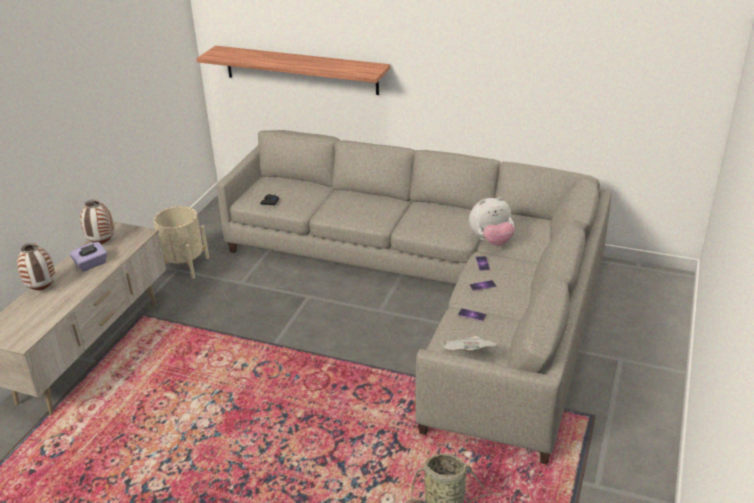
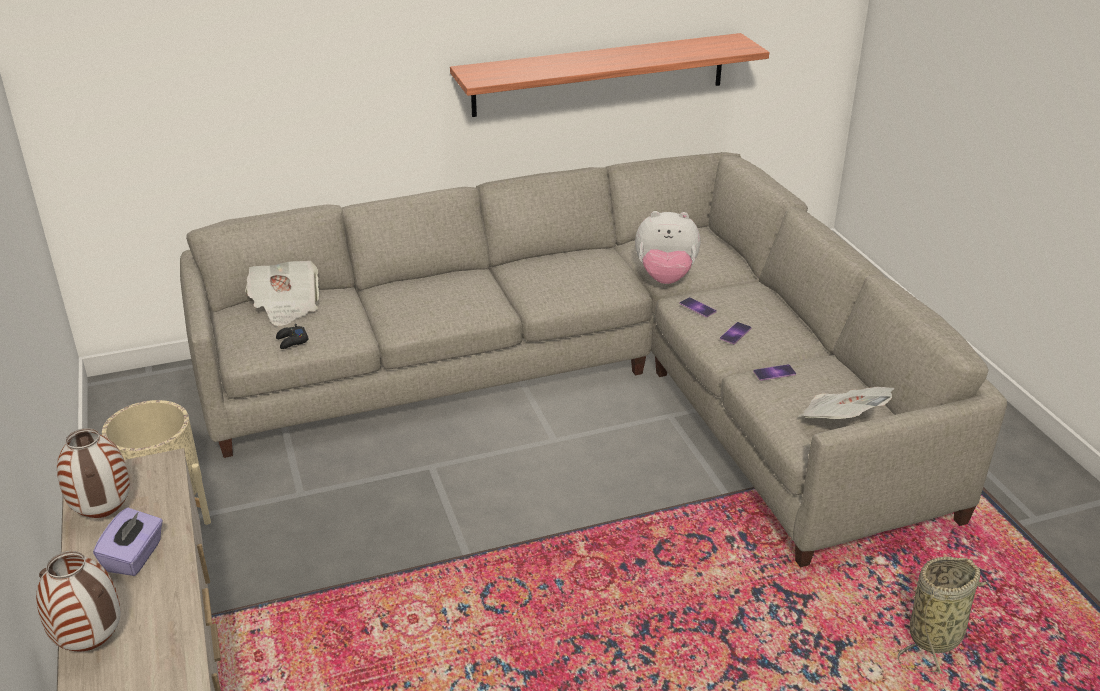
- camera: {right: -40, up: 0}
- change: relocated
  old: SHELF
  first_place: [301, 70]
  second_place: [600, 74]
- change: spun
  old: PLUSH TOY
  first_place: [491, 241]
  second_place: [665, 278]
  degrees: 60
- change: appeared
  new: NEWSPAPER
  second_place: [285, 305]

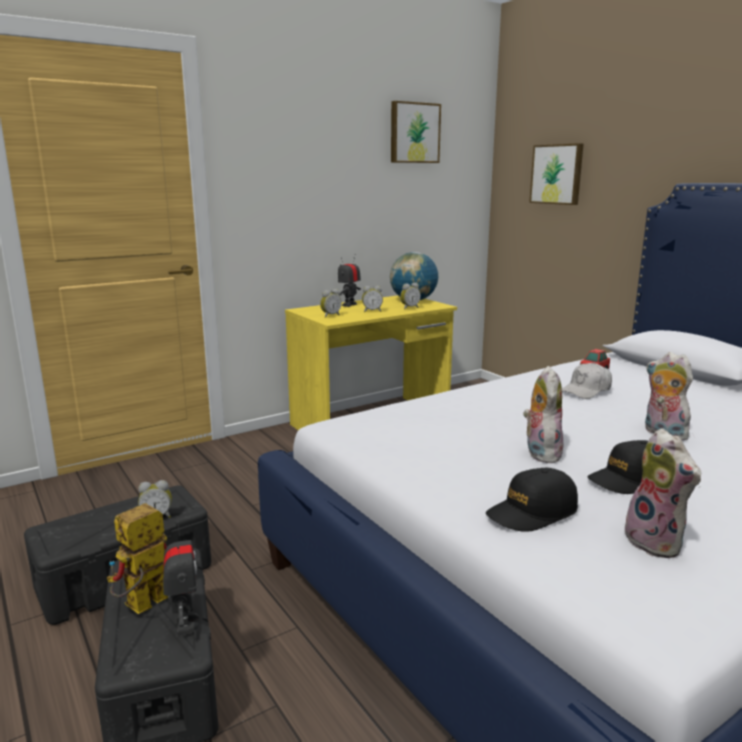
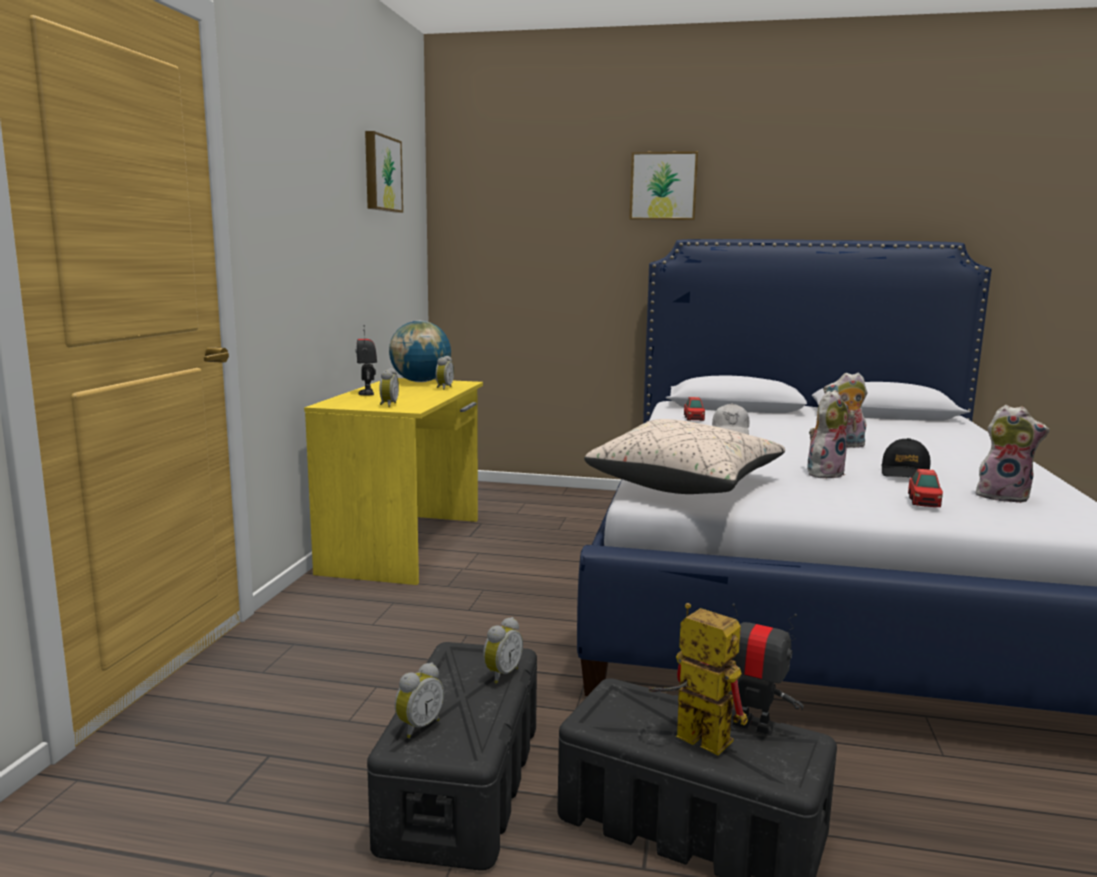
- camera: {right: -45, up: -5}
- change: spun
  old: TOY ROBOT
  first_place: [142, 607]
  second_place: [690, 737]
  degrees: 135
- change: relocated
  old: ALARM CLOCK
  first_place: [372, 311]
  second_place: [418, 726]
- change: exchanged
  old: BLACK CAP
  new: TOY CAR
  first_place: [532, 512]
  second_place: [924, 503]
- change: spun
  old: PLUSH TOY
  first_place: [540, 453]
  second_place: [824, 473]
  degrees: 90
- change: relocated
  old: PICTURE
  first_place: [557, 174]
  second_place: [663, 186]
- change: appeared
  new: BEIGE PILLOW
  second_place: [685, 485]

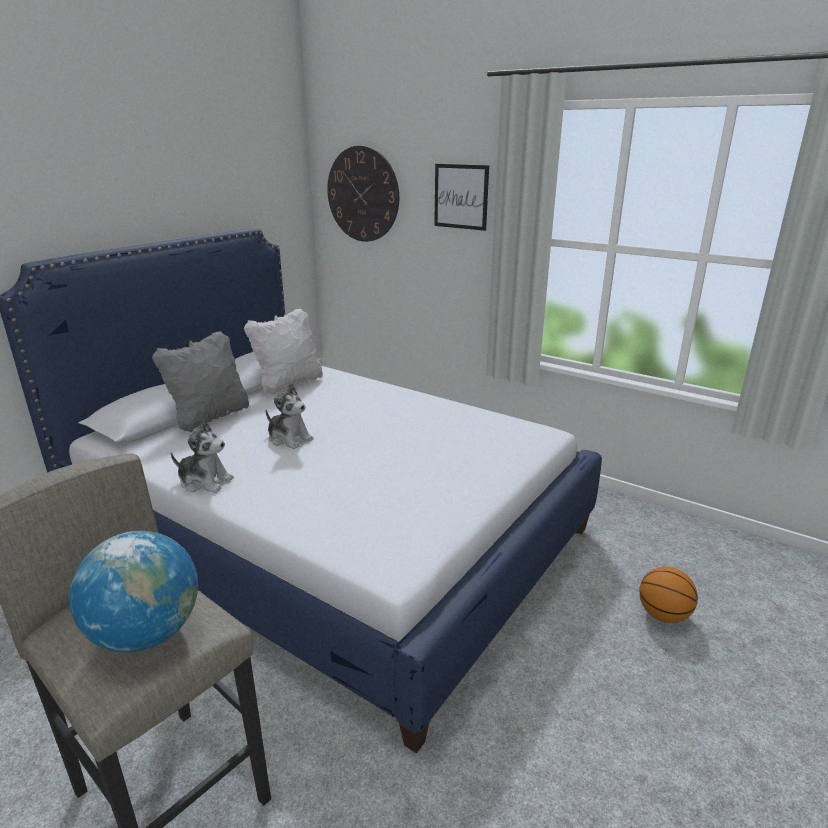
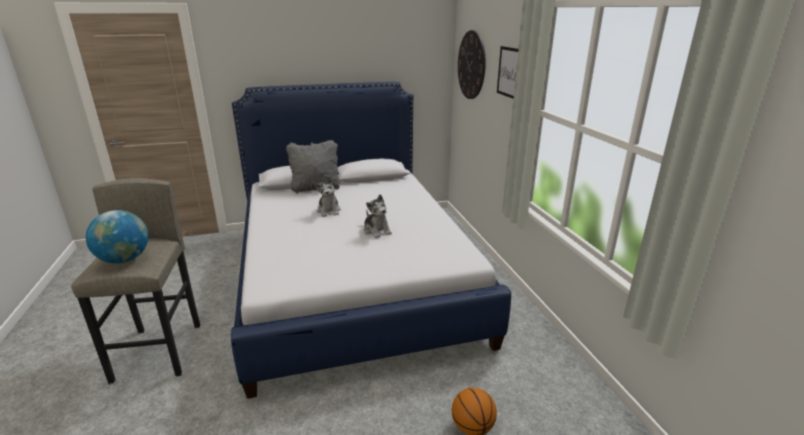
- camera: {right: 40, up: 0}
- change: relocated
  old: PLUSH TOY
  first_place: [205, 481]
  second_place: [377, 231]
- change: missing
  old: WHITE PILLOW
  first_place: [289, 384]

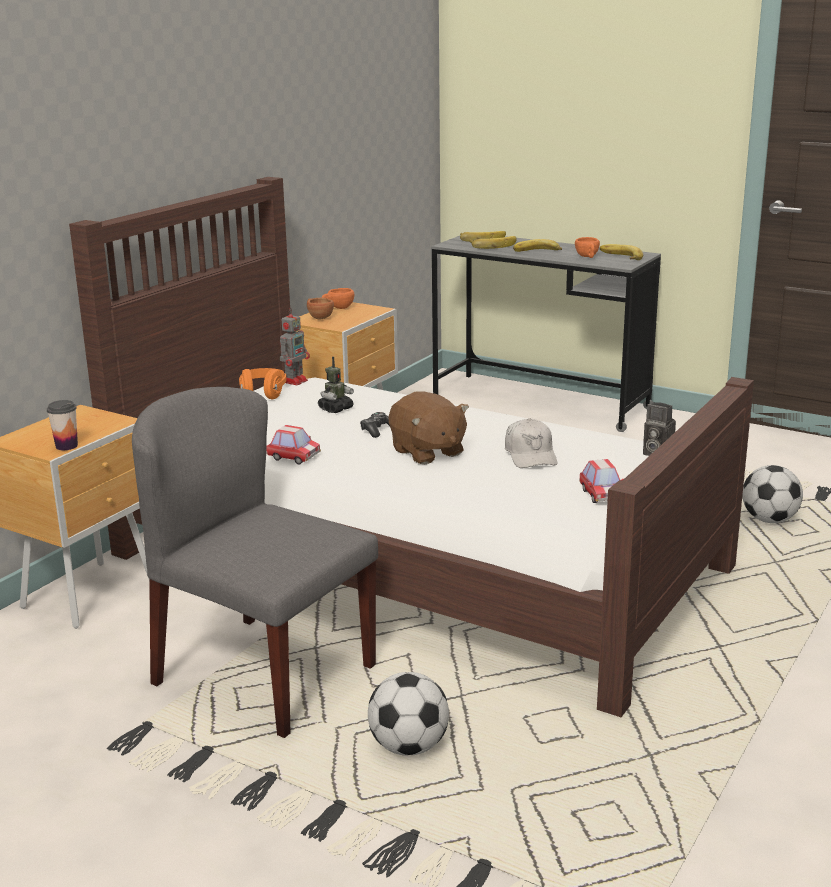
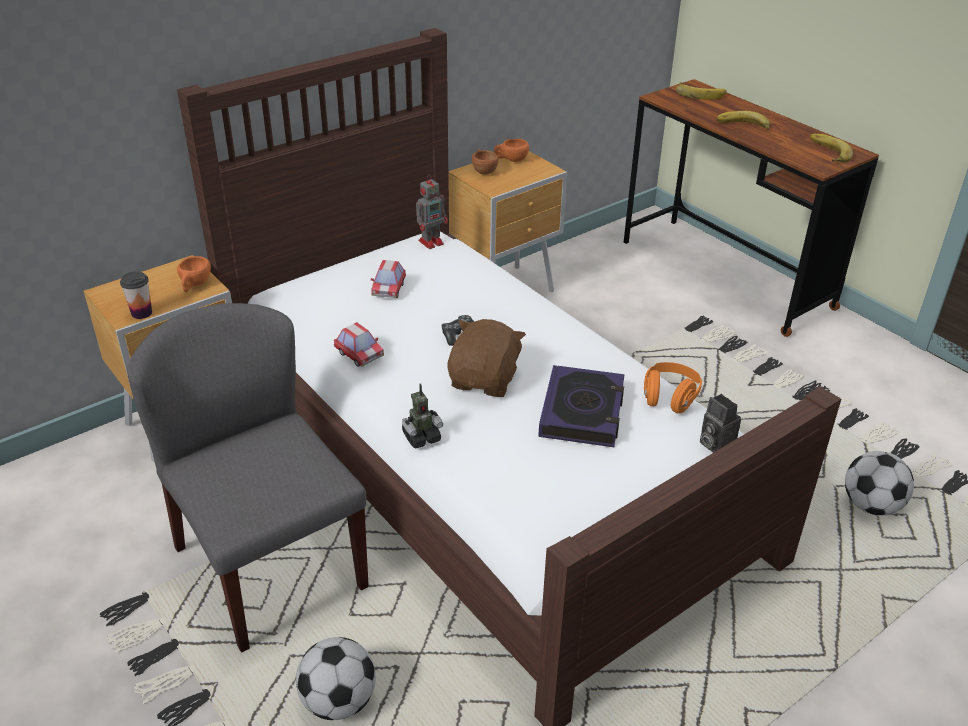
- camera: {right: 20, up: 15}
- change: relocated
  old: ORANGE HEADPHONES
  first_place: [263, 394]
  second_place: [669, 398]
- change: relocated
  old: TOY ROBOT
  first_place: [335, 409]
  second_place: [421, 437]
- change: spun
  old: BROWN PLUSH TOY
  first_place: [427, 452]
  second_place: [485, 380]
  degrees: -150
- change: colour
  old: GREY DESK
  new: BROWN DESK
  first_place: [540, 402]
  second_place: [725, 274]
- change: missing
  old: BANANA
  first_place: [493, 245]
- change: exchanged
  old: WHITE CAP
  new: BOOK
  first_place: [530, 455]
  second_place: [582, 412]
- change: relocated
  old: ORANGE CUP
  first_place: [587, 257]
  second_place: [194, 285]
- change: relocated
  old: TOY CAR
  first_place: [601, 495]
  second_place: [389, 289]

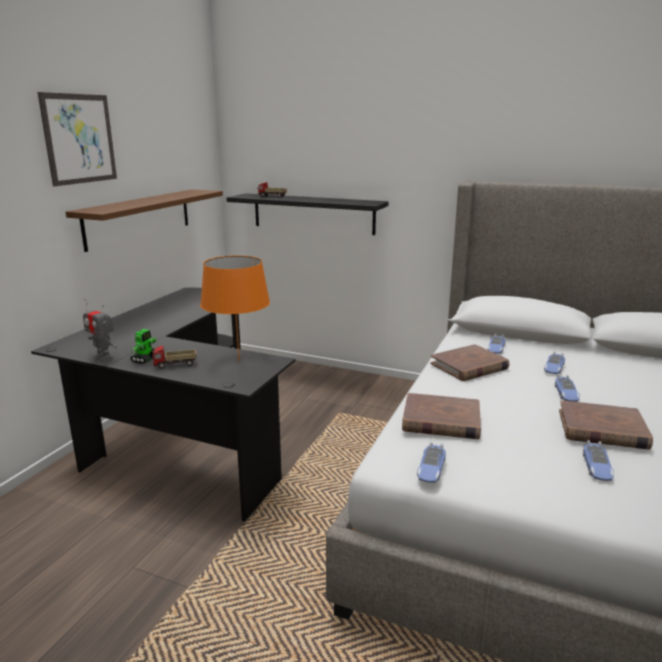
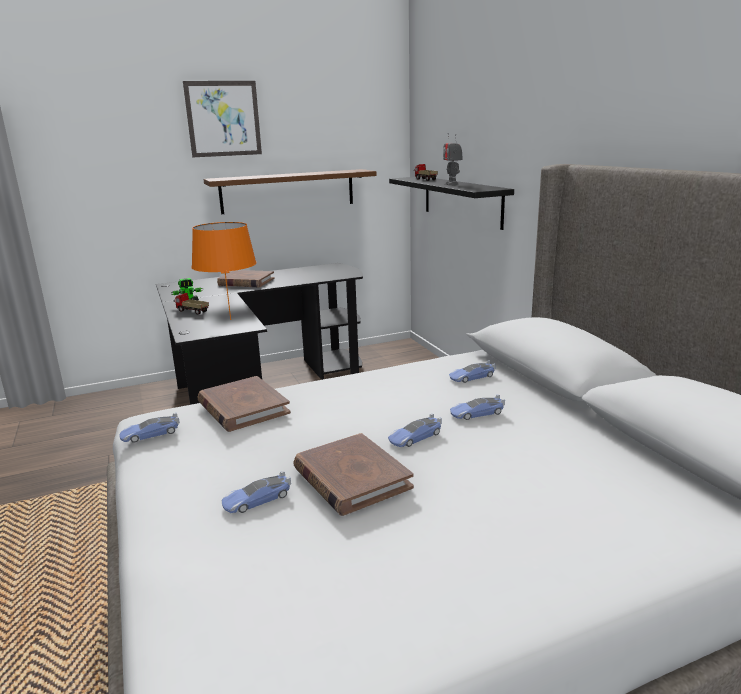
- camera: {right: 45, up: 0}
- change: relocated
  old: TOY ROBOT
  first_place: [103, 358]
  second_place: [452, 184]
- change: relocated
  old: BROWN BOOK
  first_place: [469, 366]
  second_place: [246, 282]

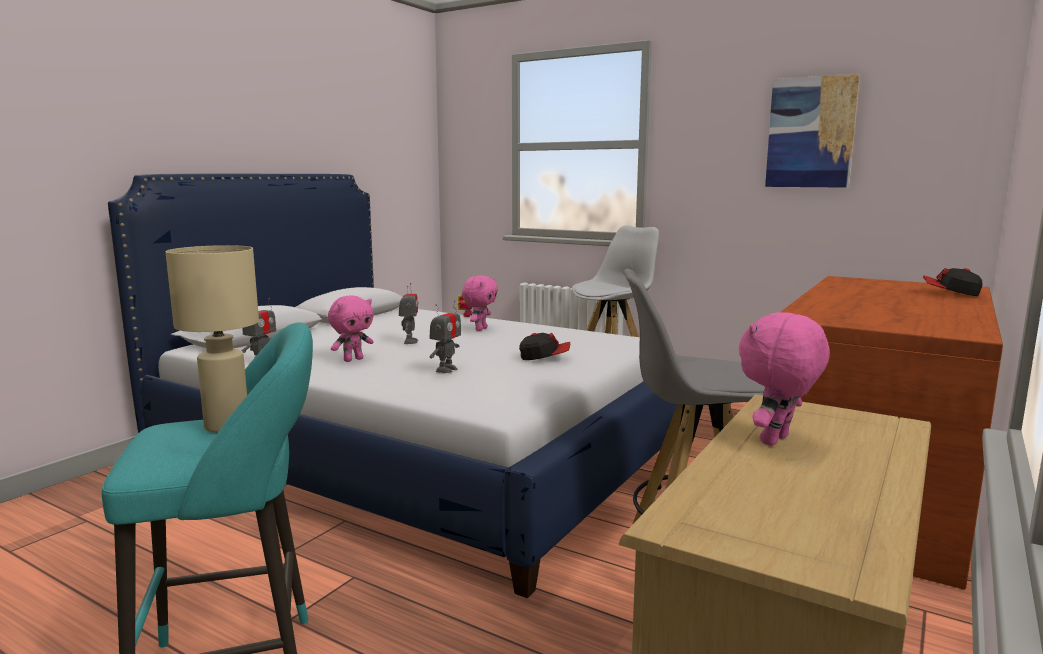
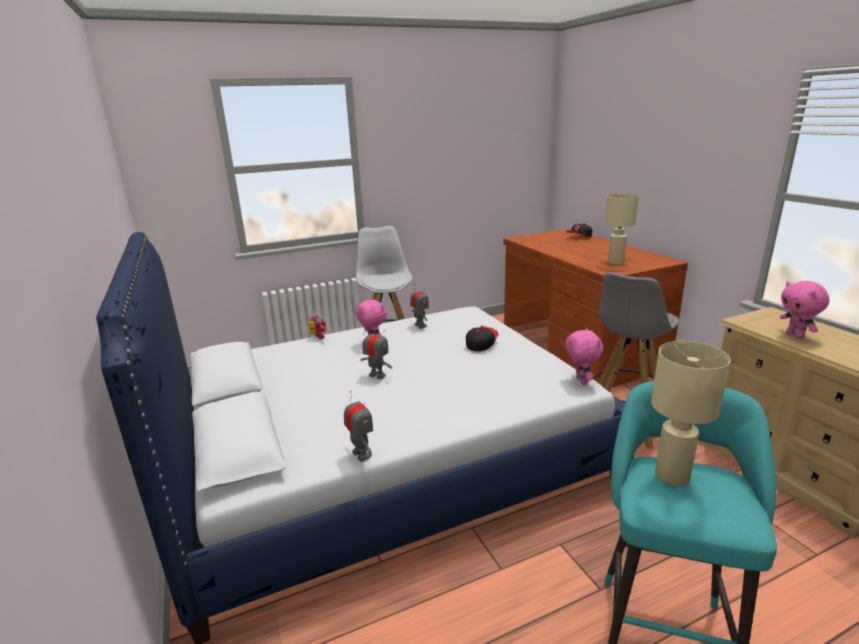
- camera: {right: -55, up: 10}
- change: relocated
  old: PINK PLUSH TOY
  first_place: [353, 359]
  second_place: [580, 381]
- change: relocated
  old: TOY ROBOT
  first_place: [446, 369]
  second_place: [420, 325]
- change: missing
  old: PICTURE
  first_place: [811, 132]
- change: appeared
  new: BEIGE TABLE LAMP
  second_place: [615, 262]

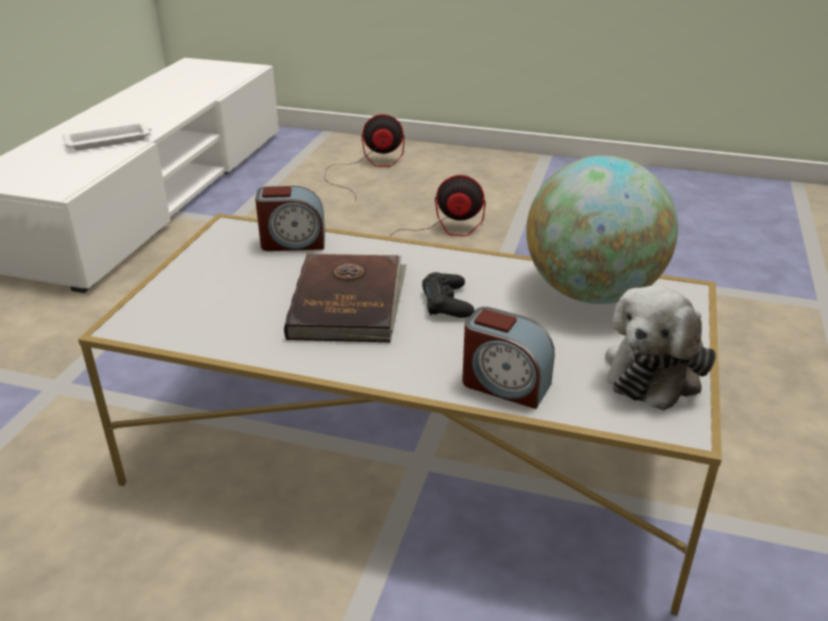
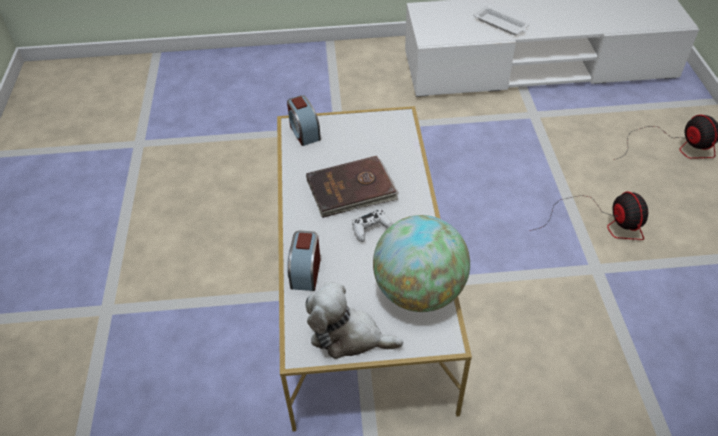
- camera: {right: 70, up: 15}
- change: relocated
  old: ALARM CLOCK
  first_place: [293, 242]
  second_place: [304, 132]
- change: colour
  old: BLACK GAME CONTROLLER
  new: WHITE GAME CONTROLLER
  first_place: [447, 303]
  second_place: [371, 229]

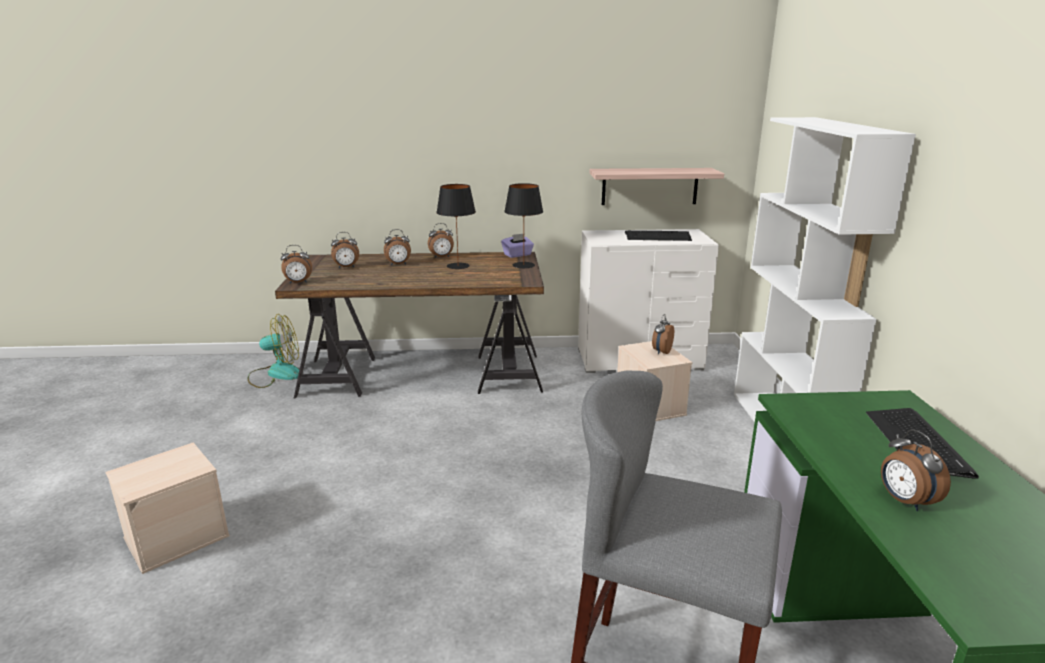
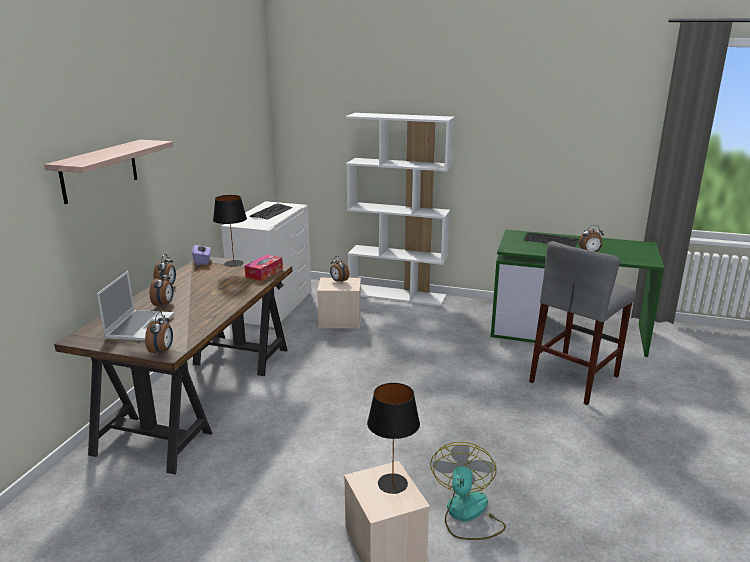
- camera: {right: -70, up: 0}
- change: relocated
  old: FAN
  first_place: [275, 374]
  second_place: [467, 515]
- change: exchanged
  old: ALARM CLOCK
  new: LAPTOP
  first_place: [346, 267]
  second_place: [140, 327]
- change: relocated
  old: BLACK TABLE LAMP
  first_place: [458, 266]
  second_place: [393, 484]
- change: relocated
  old: SHELF
  first_place: [649, 186]
  second_place: [99, 170]
- change: appeared
  new: TISSUE BOX
  second_place: [264, 273]

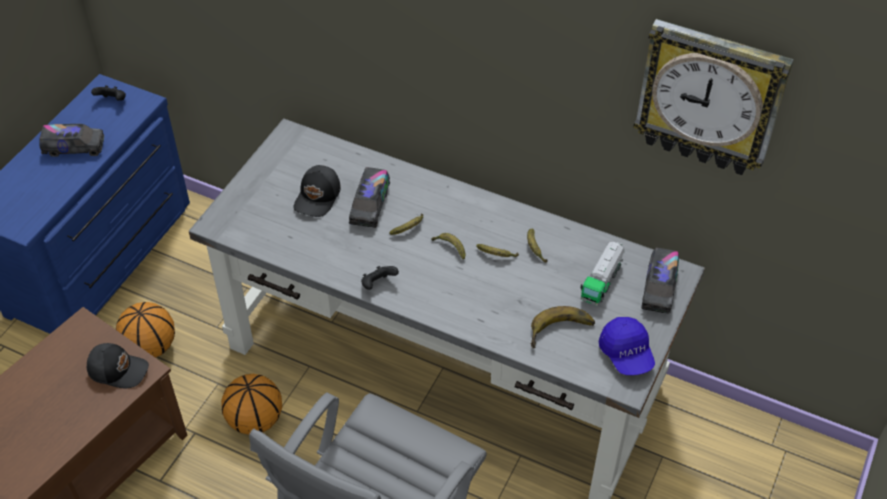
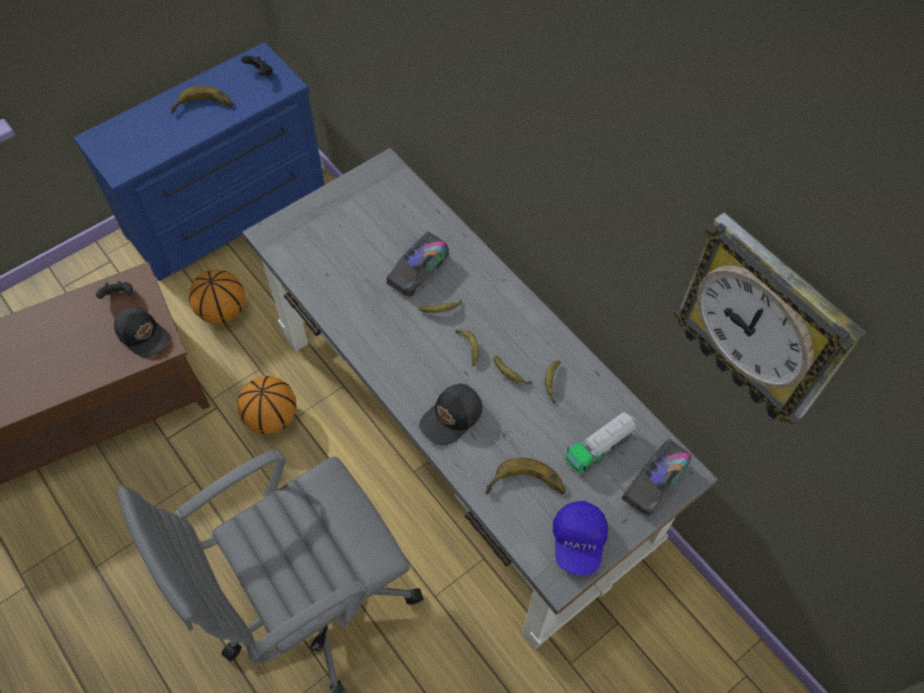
- camera: {right: 25, up: 10}
- change: exchanged
  old: TOY TRUCK
  new: BANANA
  first_place: [74, 147]
  second_place: [203, 108]
- change: relocated
  old: BLACK CAP
  first_place: [318, 197]
  second_place: [452, 418]
- change: relocated
  old: BLACK GAME CONTROLLER
  first_place: [378, 284]
  second_place: [119, 296]

